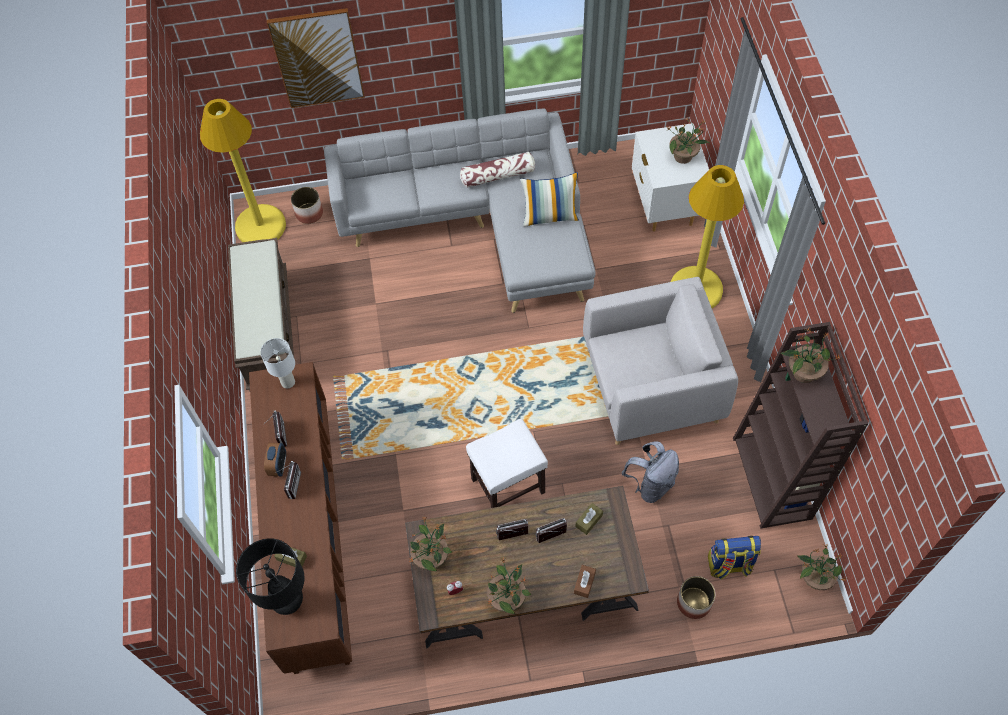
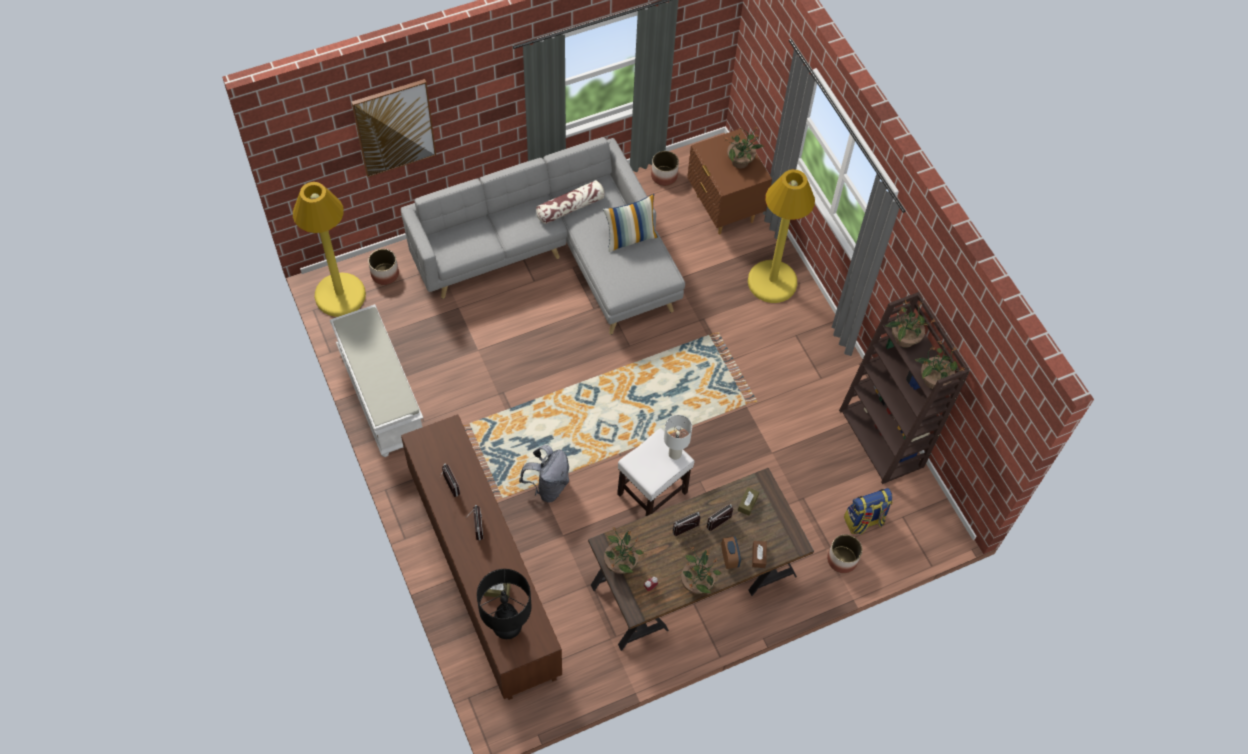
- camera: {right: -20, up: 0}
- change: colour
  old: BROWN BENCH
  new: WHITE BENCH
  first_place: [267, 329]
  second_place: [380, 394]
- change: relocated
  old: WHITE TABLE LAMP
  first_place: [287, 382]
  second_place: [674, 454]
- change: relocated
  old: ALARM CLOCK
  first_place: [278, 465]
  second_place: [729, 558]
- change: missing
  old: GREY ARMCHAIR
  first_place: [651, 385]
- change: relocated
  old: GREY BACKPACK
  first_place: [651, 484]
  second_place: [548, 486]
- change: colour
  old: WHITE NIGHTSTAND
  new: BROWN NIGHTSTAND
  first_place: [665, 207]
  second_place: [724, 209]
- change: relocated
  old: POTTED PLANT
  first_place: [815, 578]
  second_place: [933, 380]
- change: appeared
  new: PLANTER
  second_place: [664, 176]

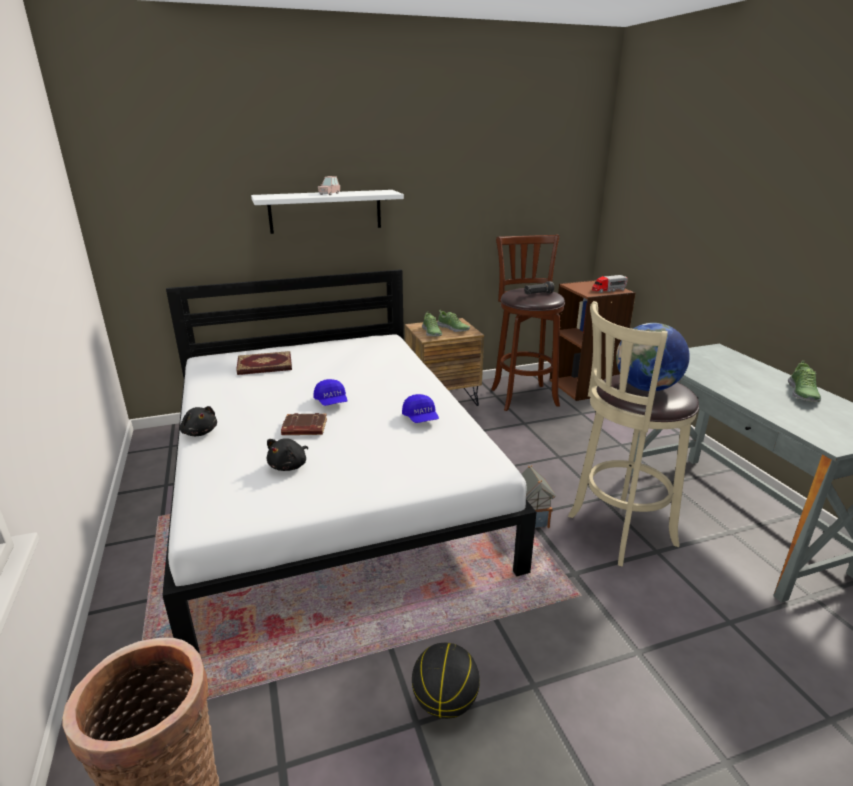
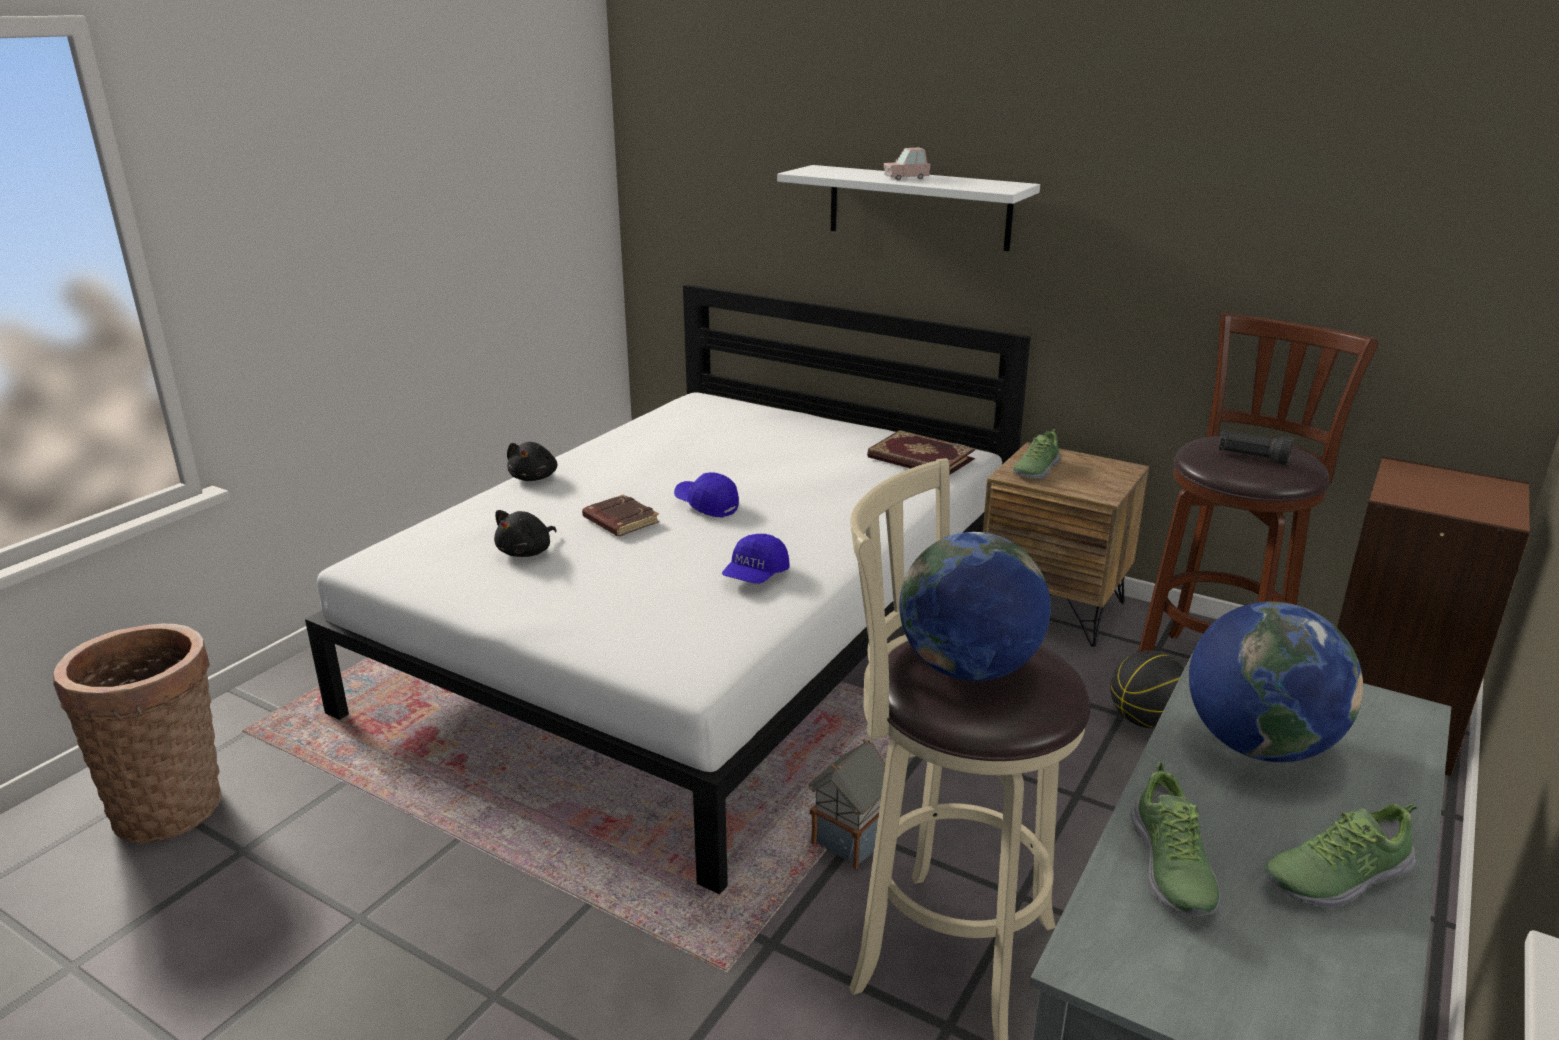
- camera: {right: 50, up: 0}
- change: relocated
  old: BOOK
  first_place: [265, 366]
  second_place: [920, 459]
- change: spun
  old: BLACK PLUSH TOY
  first_place: [289, 466]
  second_place: [527, 552]
  degrees: -45
- change: spun
  old: BLUE CAP
  first_place: [331, 402]
  second_place: [706, 505]
  degrees: 105
- change: relocated
  old: BASKETBALL
  first_place: [444, 702]
  second_place: [1144, 720]
- change: relocated
  old: SHOE
  first_place: [453, 329]
  second_place: [1171, 868]
- change: missing
  old: TOY TRUCK
  first_place: [608, 290]
- change: appeared
  new: GLOBE
  second_place: [1258, 745]

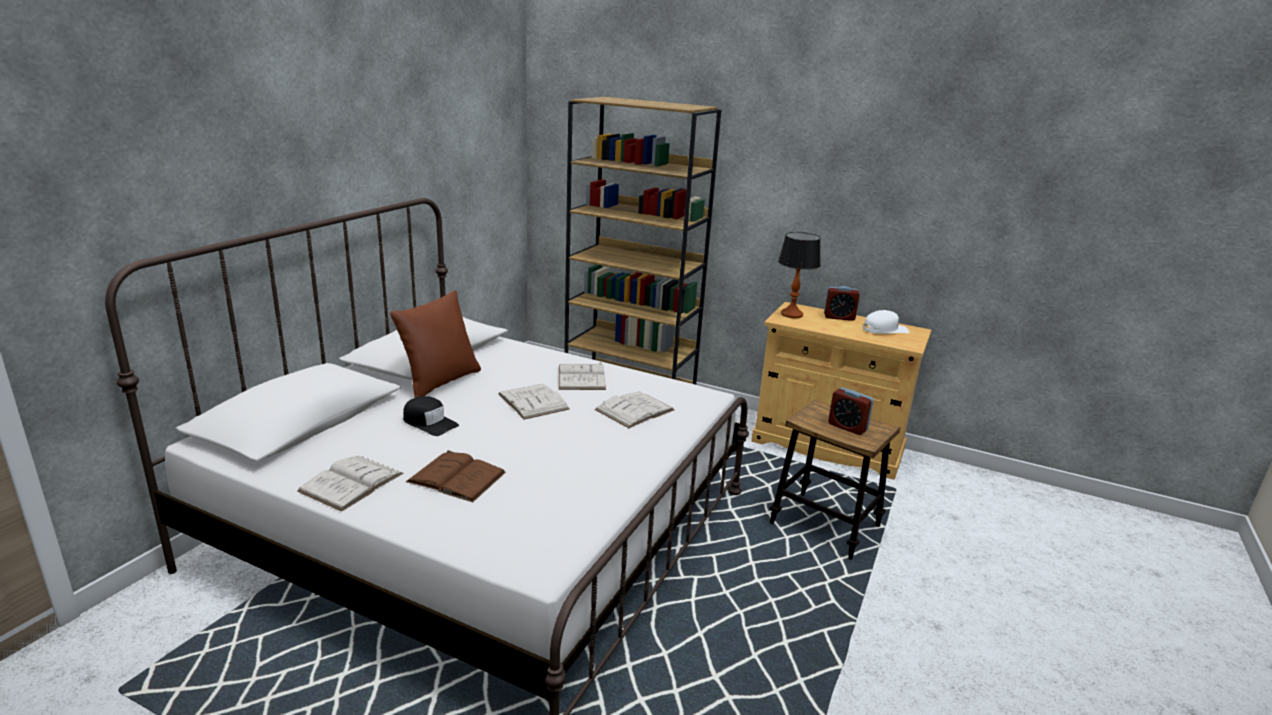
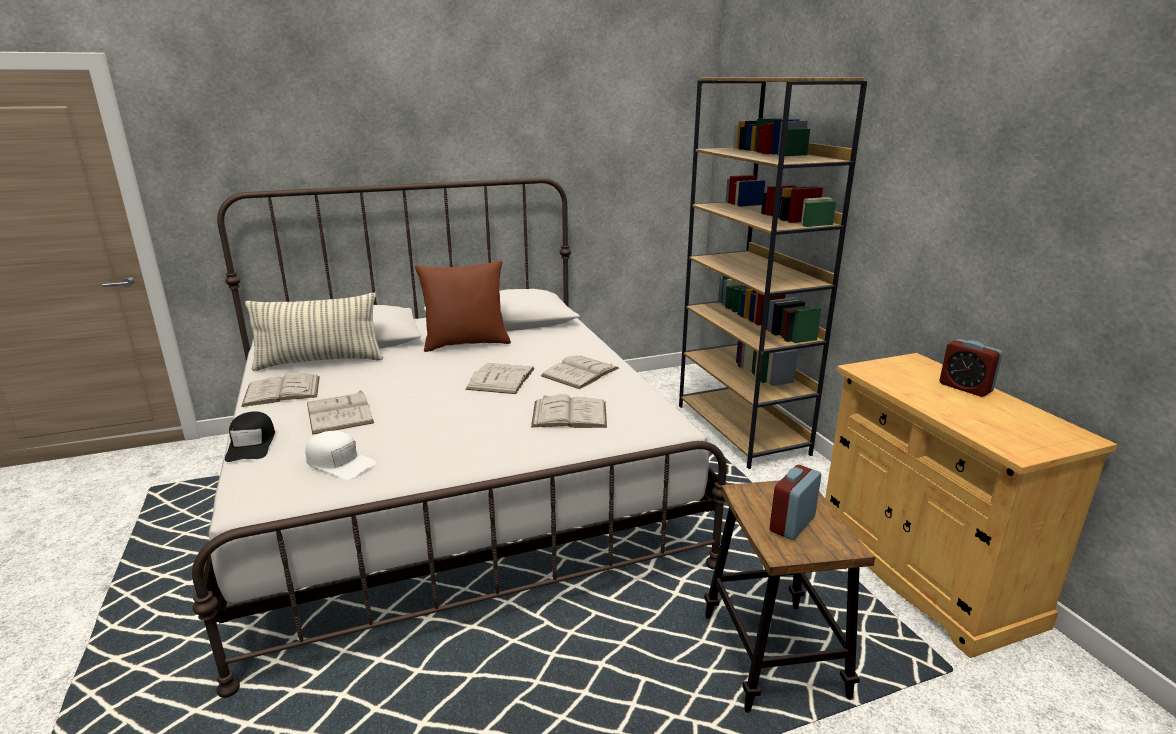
- camera: {right: 45, up: 0}
- change: relocated
  old: BLACK CAP
  first_place: [429, 423]
  second_place: [251, 444]
- change: colour
  old: BROWN BOOK
  new: WHITE BOOK
  first_place: [456, 477]
  second_place: [339, 413]
- change: missing
  old: TABLE LAMP
  first_place: [792, 314]
- change: spun
  old: ALARM CLOCK
  first_place: [847, 427]
  second_place: [792, 524]
  degrees: 45
- change: relocated
  old: WHITE CAP
  first_place: [885, 329]
  second_place: [339, 463]
- change: appeared
  new: PILLOW
  second_place: [320, 362]

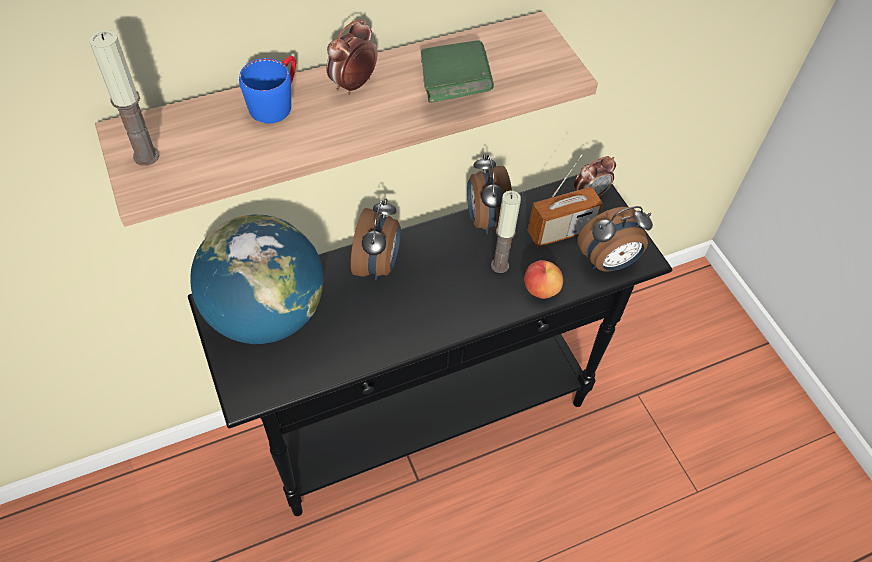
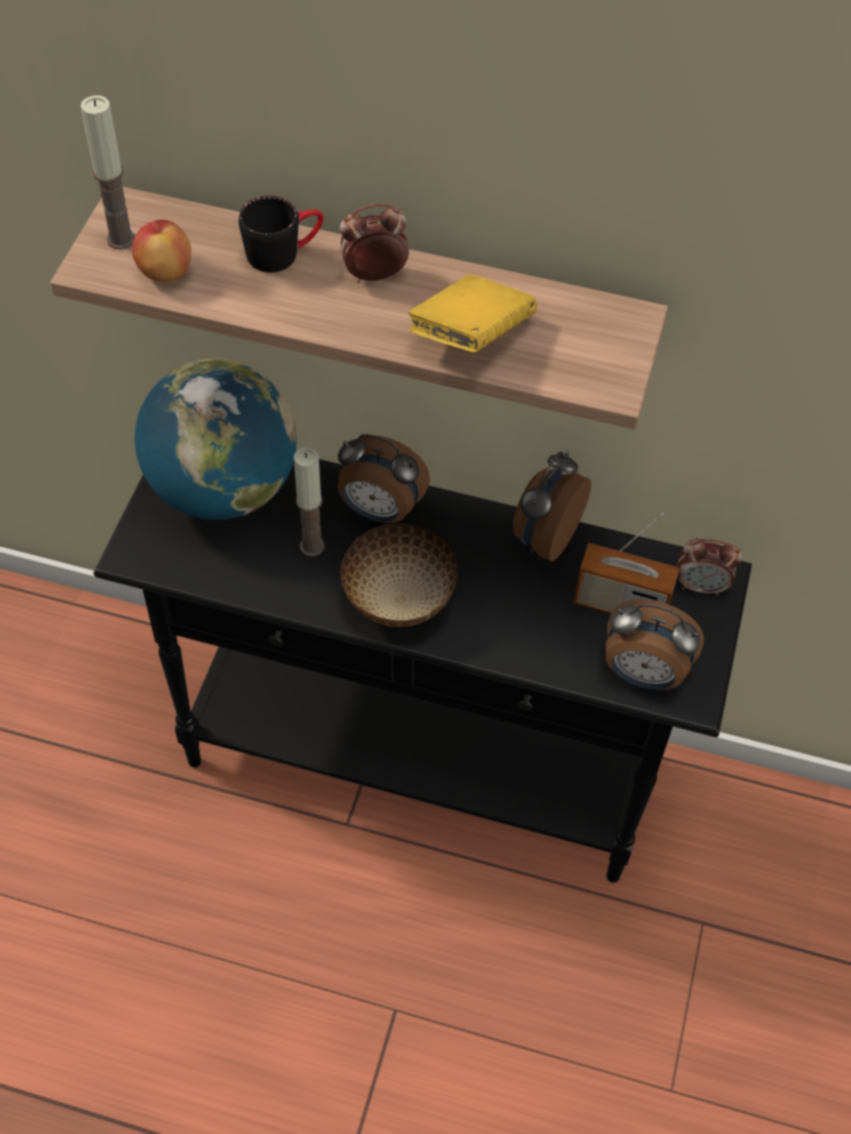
- camera: {right: 40, up: 0}
- change: colour
  old: BLUE MUG
  new: BLACK MUG
  first_place: [276, 102]
  second_place: [283, 251]
- change: spun
  old: ALARM CLOCK
  first_place: [378, 265]
  second_place: [379, 510]
  degrees: 60
- change: colour
  old: GREEN BOOK
  new: YELLOW BOOK
  first_place: [454, 89]
  second_place: [470, 336]
- change: relocated
  old: CANDLE
  first_place: [499, 265]
  second_place: [312, 546]
- change: relocated
  old: APPLE
  first_place: [540, 289]
  second_place: [165, 271]
- change: appeared
  new: BOWL
  second_place: [397, 599]

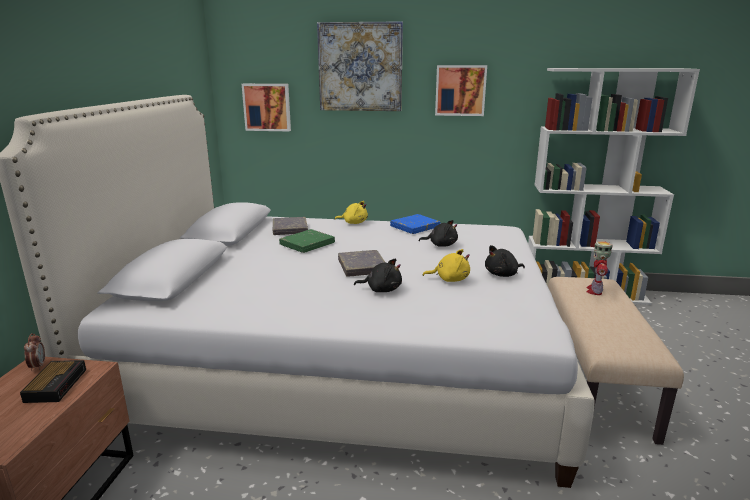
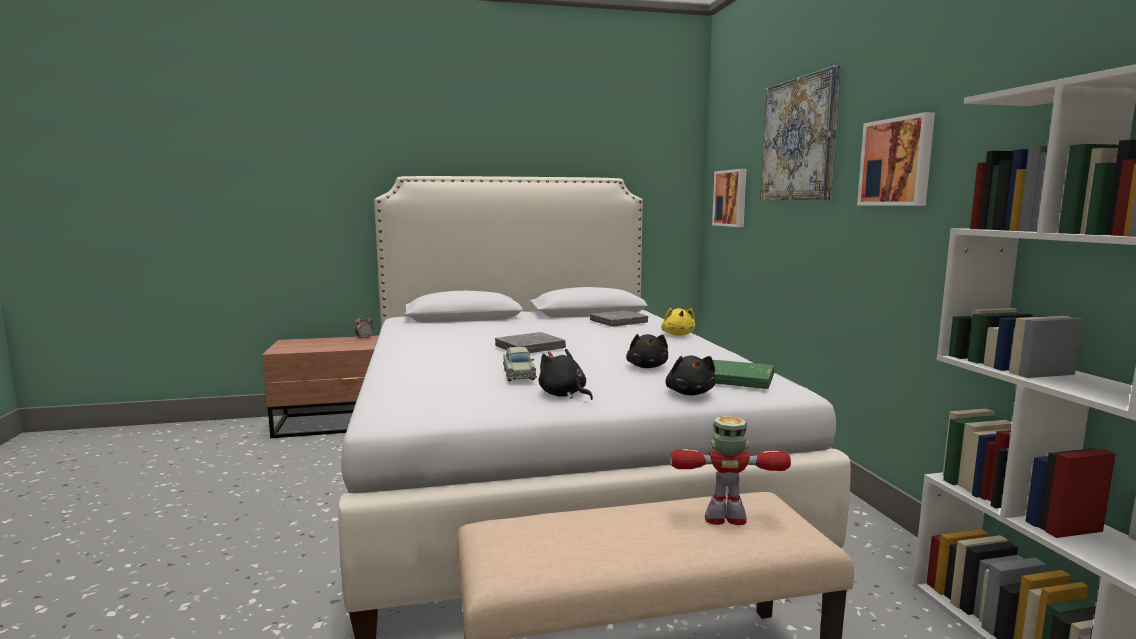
- camera: {right: 70, up: -10}
- change: missing
  old: ALARM CLOCK
  first_place: [57, 384]
- change: relocated
  old: GREEN BOOK
  first_place: [307, 244]
  second_place: [736, 380]
- change: relocated
  old: BLACK PLUSH TOY
  first_place: [381, 289]
  second_place: [689, 393]
- change: missing
  old: BLUE BOOK
  first_place: [415, 227]
- change: exchanged
  old: YELLOW PLUSH TOY
  new: BEIGE TOY CAR
  first_place: [449, 279]
  second_place: [519, 374]

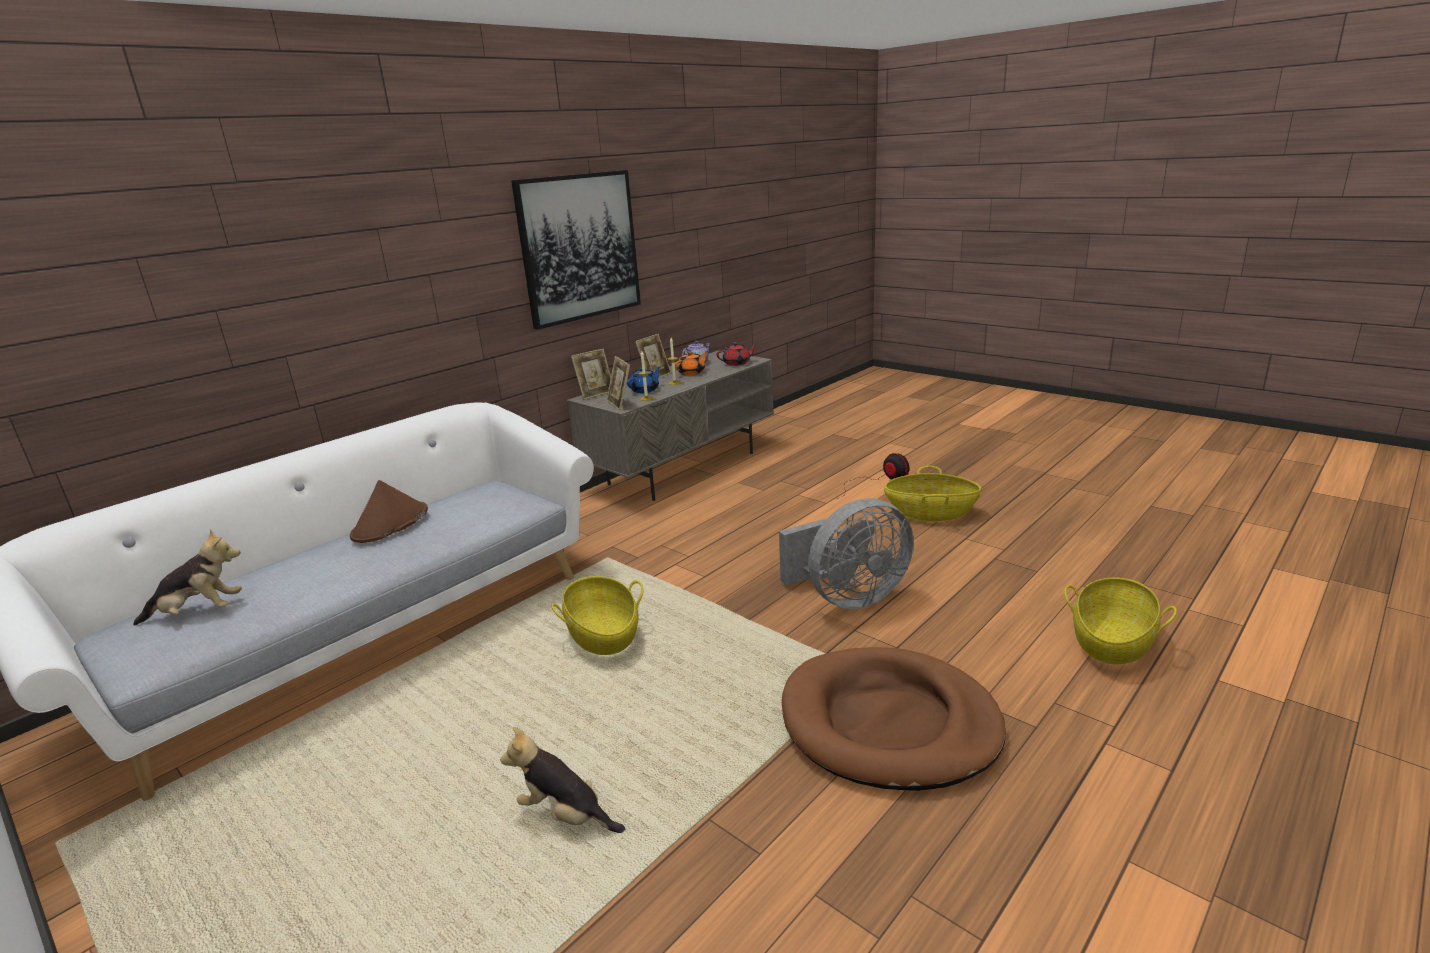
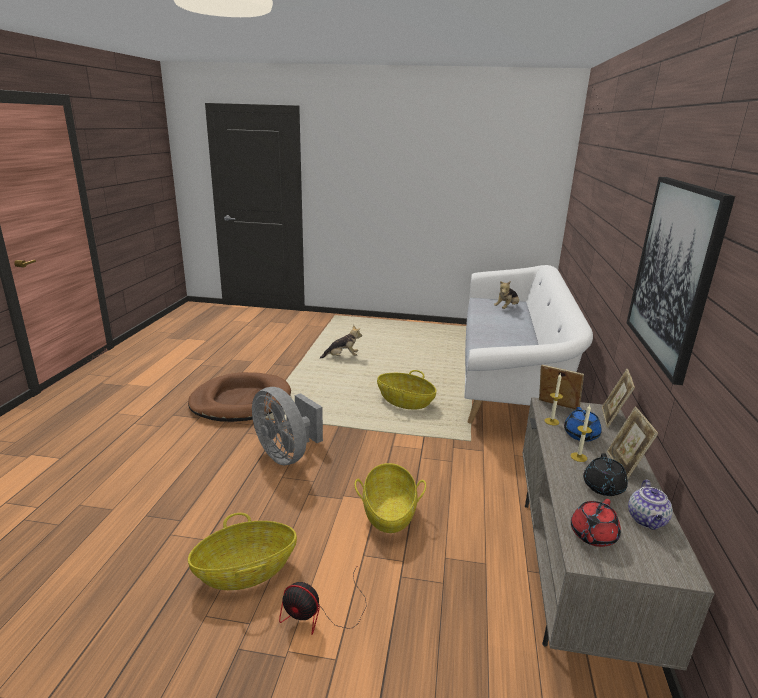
- camera: {right: 145, up: 0}
- change: missing
  old: BROWN HAT
  first_place: [390, 524]
- change: colour
  old: ORANGE TEAPOT
  new: BLACK TEAPOT
  first_place: [692, 372]
  second_place: [603, 488]
- change: spun
  old: GREY FAN
  first_place: [848, 598]
  second_place: [287, 454]
  degrees: -75
- change: relocated
  old: BASKET
  first_place: [1112, 642]
  second_place: [389, 513]

